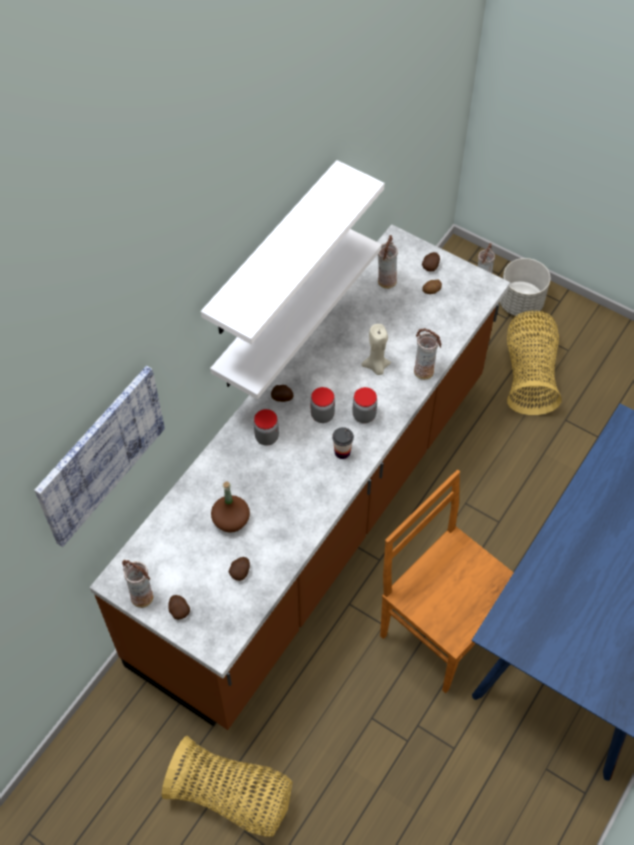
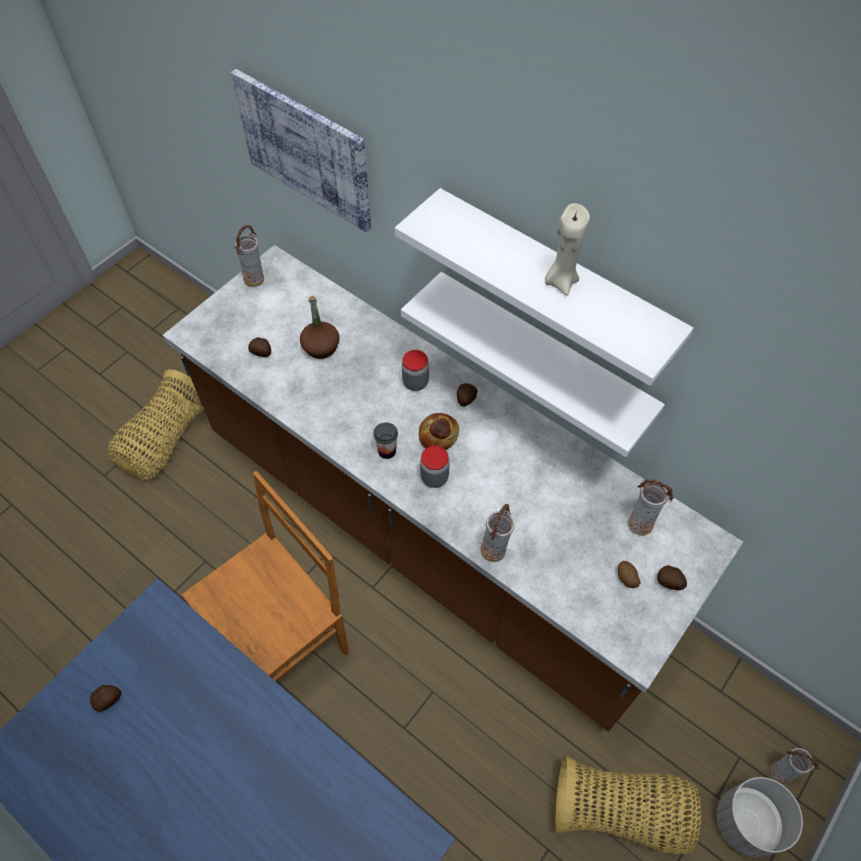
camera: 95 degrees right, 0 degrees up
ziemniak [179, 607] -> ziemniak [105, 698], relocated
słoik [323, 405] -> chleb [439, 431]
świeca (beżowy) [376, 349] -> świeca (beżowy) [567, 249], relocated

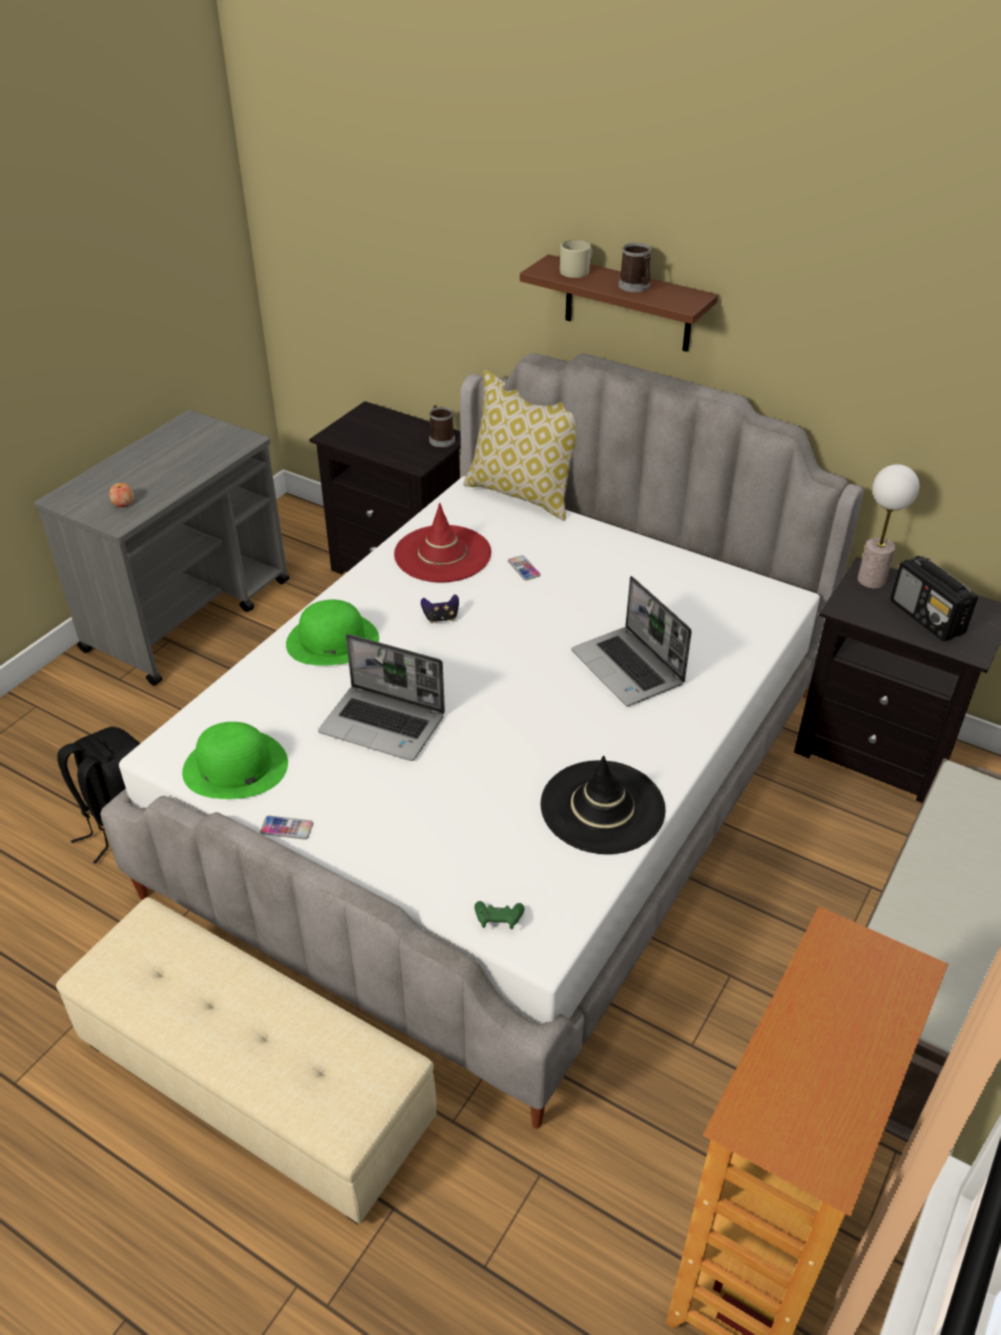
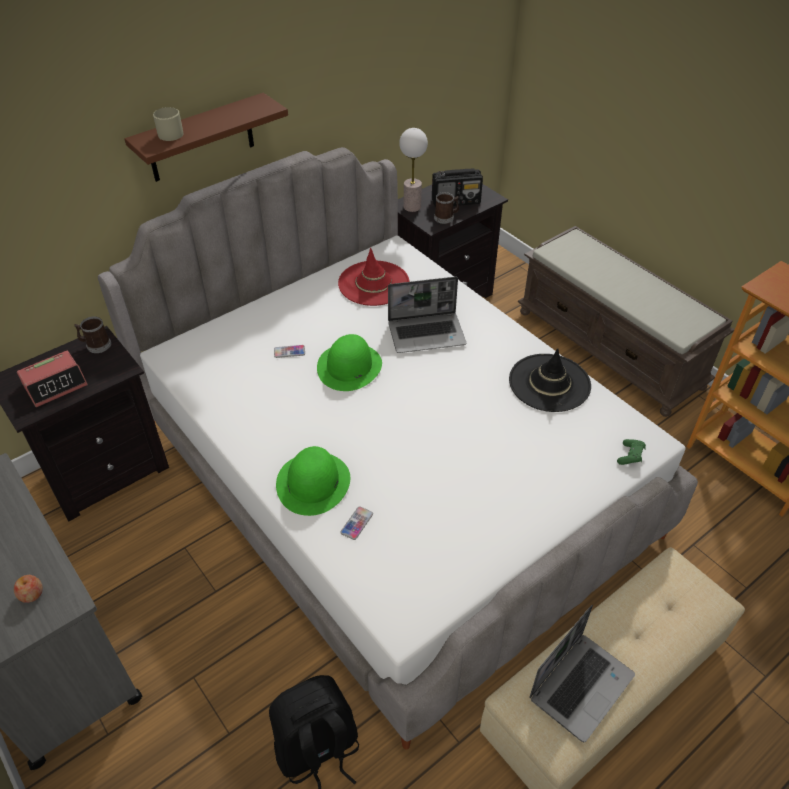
camera: 70 degrees left, 5 degrees up
none -> budzik [52, 379]
kapelusz (zielony) [235, 760] -> kapelusz (zielony) [349, 362], relocated
kapelusz (czerwony) [442, 543] -> kapelusz (czerwony) [374, 277], relocated
telefon [286, 827] -> telefon [356, 523], relocated
kubek [634, 267] -> kubek [446, 208], relocated
laptop [381, 697] -> laptop [582, 673], relocated
pad do gier [440, 608] -> none
poduszka [519, 445] -> none

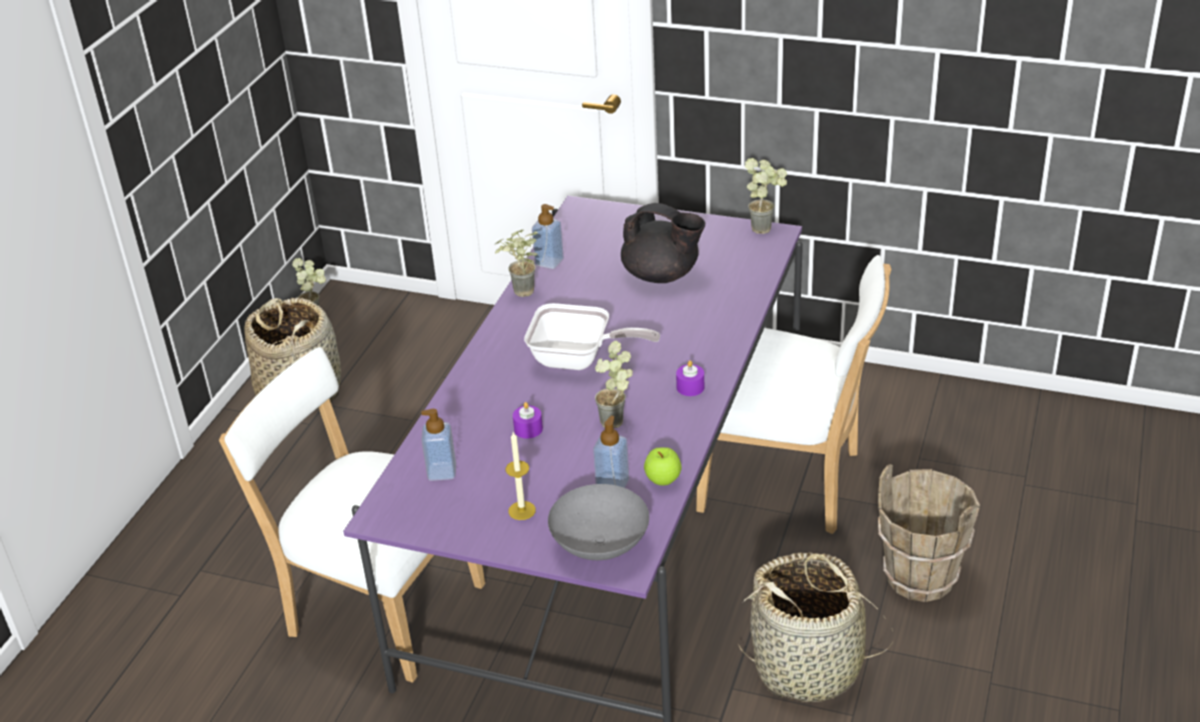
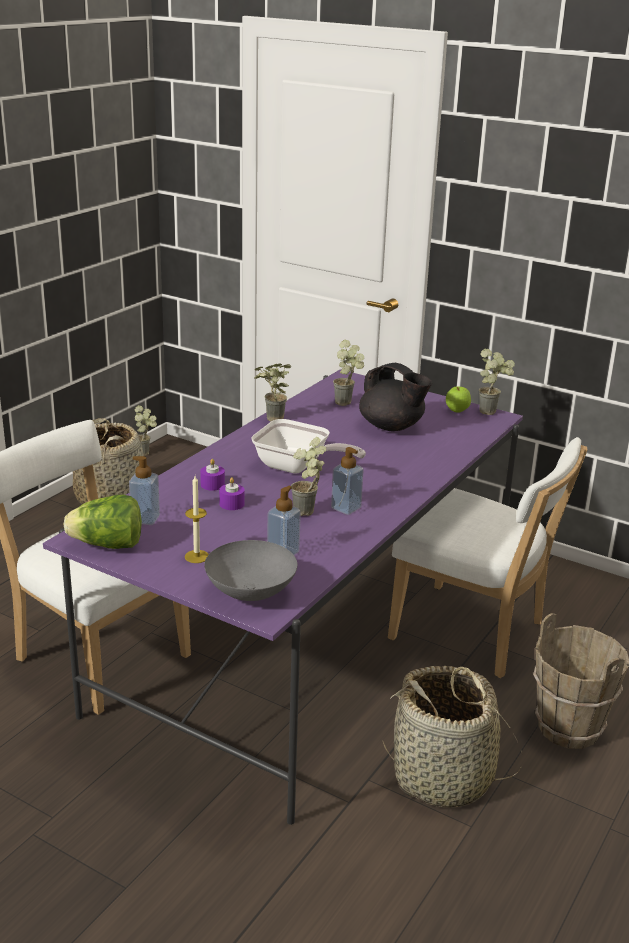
camera: 10 degrees right, 10 degrees down
none -> sałata [102, 522]
świeca (fioletowy) [690, 378] -> świeca (fioletowy) [212, 475], relocated
dozownik mydła [548, 236] -> dozownik mydła [347, 481], relocated
none -> roślina doniczkowa [348, 373]
jabłko [663, 466] -> jabłko [458, 399], relocated

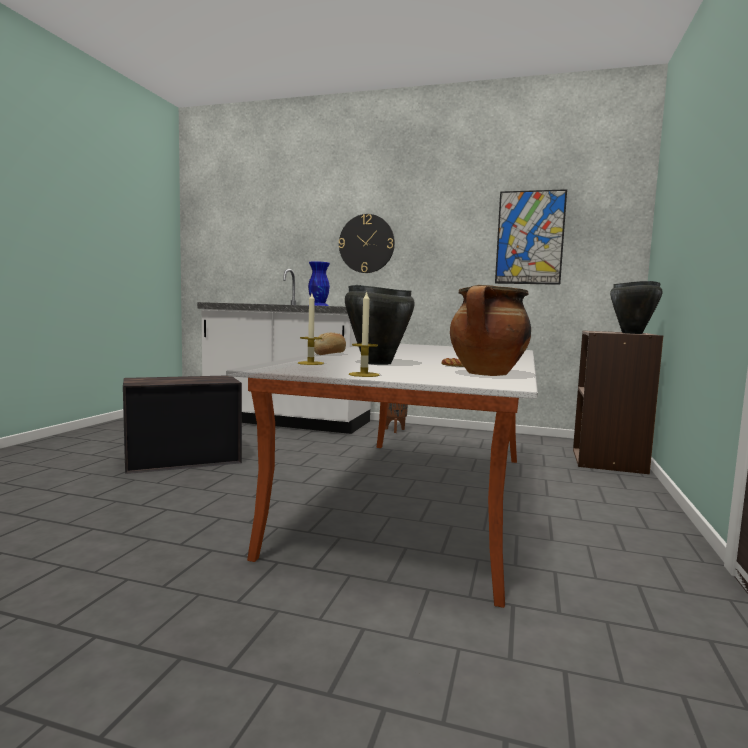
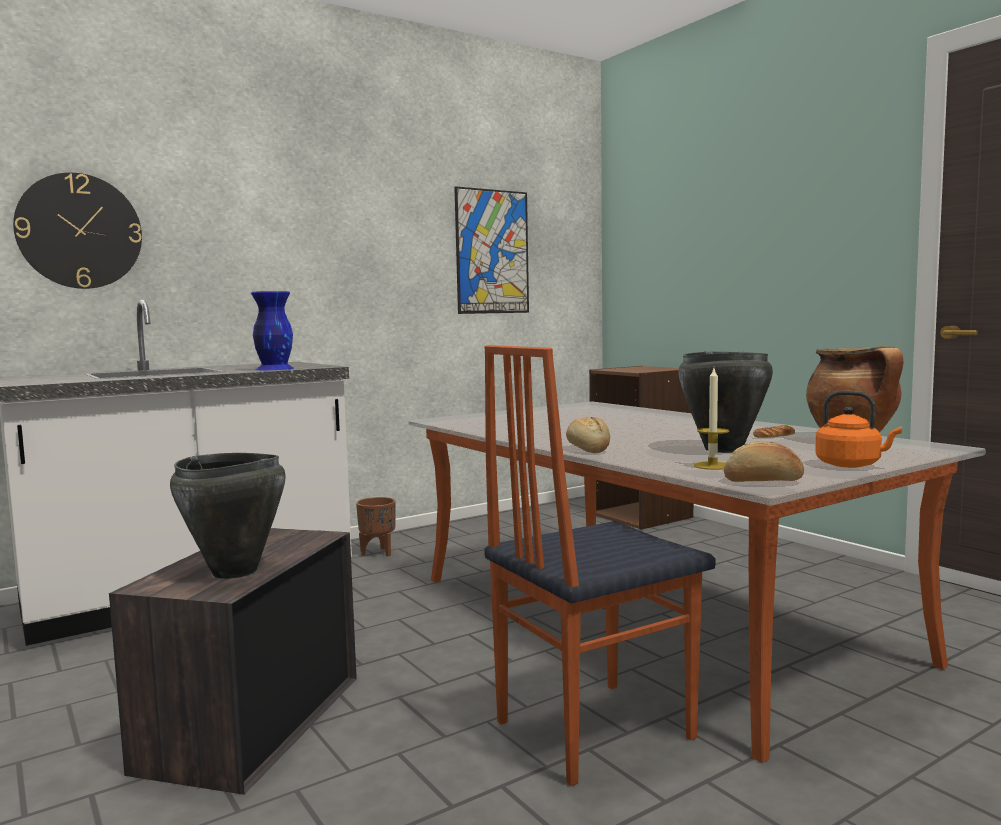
camera: 50 degrees left, 0 degrees up
zegar ścienny [367, 243] -> zegar ścienny [77, 230], relocated
garnek (czarny) [636, 307] -> garnek (czarny) [228, 516], relocated
none -> krzesło [599, 565]
none -> chleb [764, 461]
świeca [364, 334] -> czajnik (pomarańczowy) [858, 429]

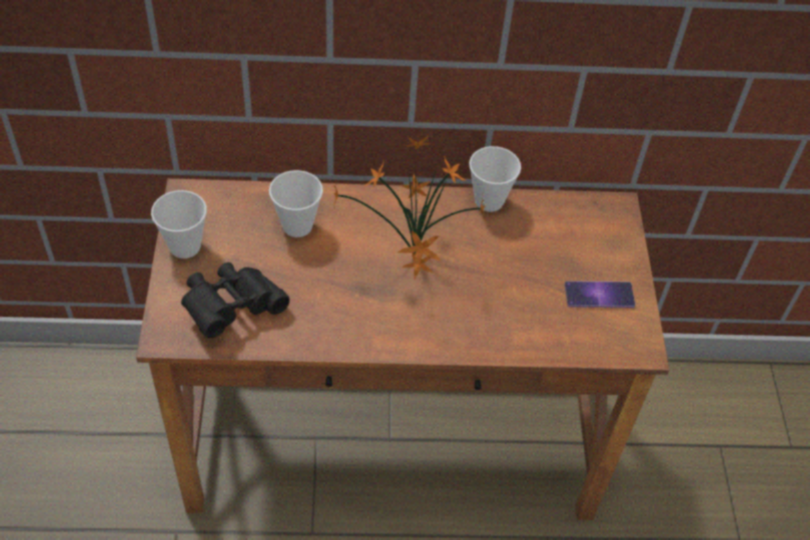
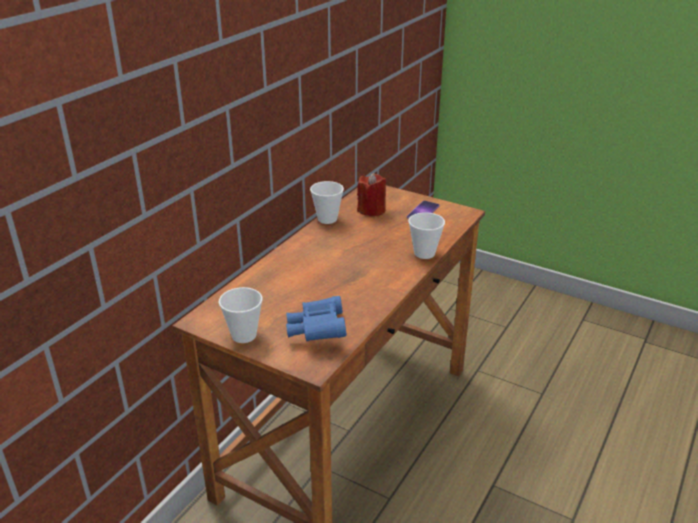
camera: 55 degrees left, 20 degrees down
lornetka (czarny) [235, 300] -> lornetka (niebieski) [316, 318]
none -> świeca (czerwony) [371, 194]
filiżanka [296, 203] -> filiżanka [426, 235], relocated
roślina doniczkowa [409, 208] -> none

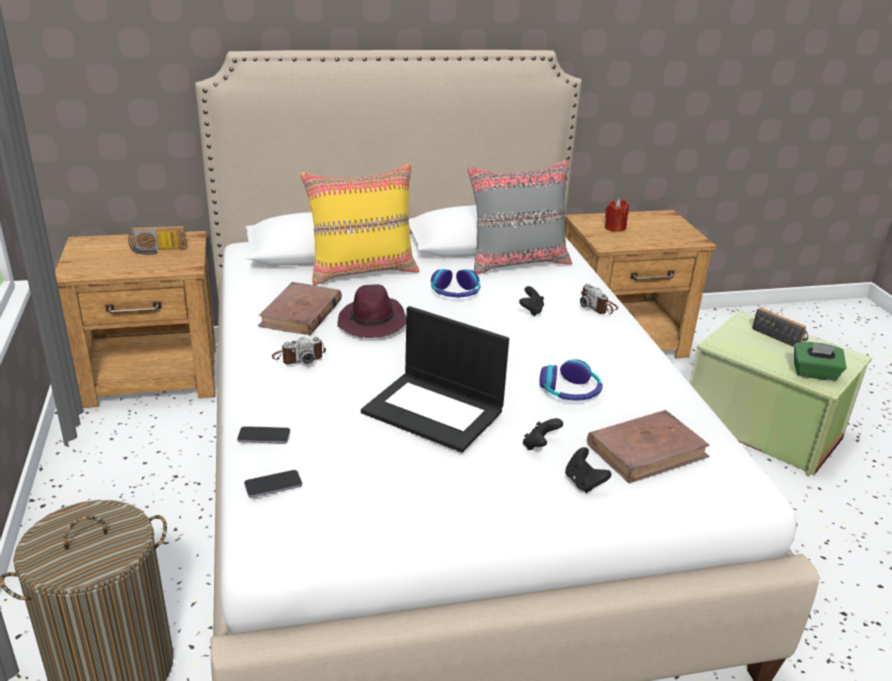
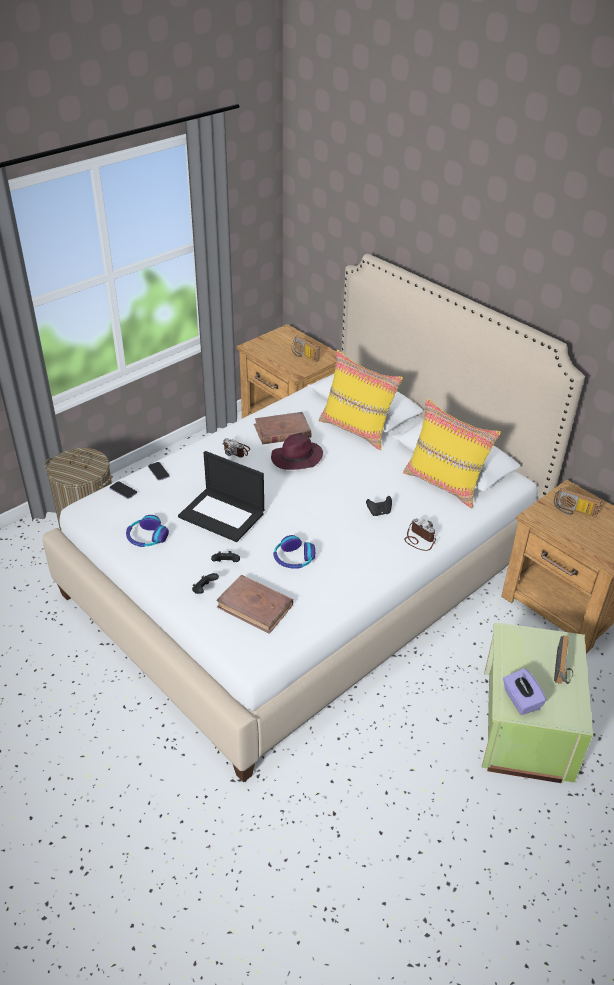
camera: 60 degrees right, 10 degrees up
słuchawki [456, 283] -> słuchawki [147, 531], relocated
laptop [435, 379] -> laptop [221, 496], 60 degrees counterclockwise
poduszka (szary) [519, 217] -> poduszka (żółty) [452, 453]
aparat fotograficzny [599, 299] -> aparat fotograficzny [420, 534], 105 degrees clockwise
pudełko chusteczek (zielony) [820, 361] -> pudełko chusteczek (fioletowy) [524, 691]
świeca (czerwony) [617, 215] -> radio [578, 502]

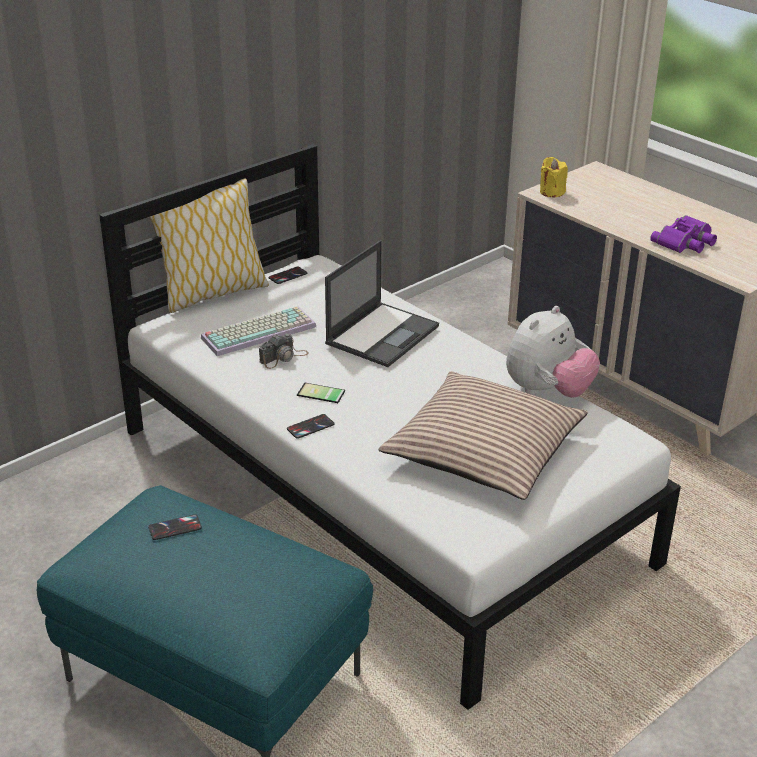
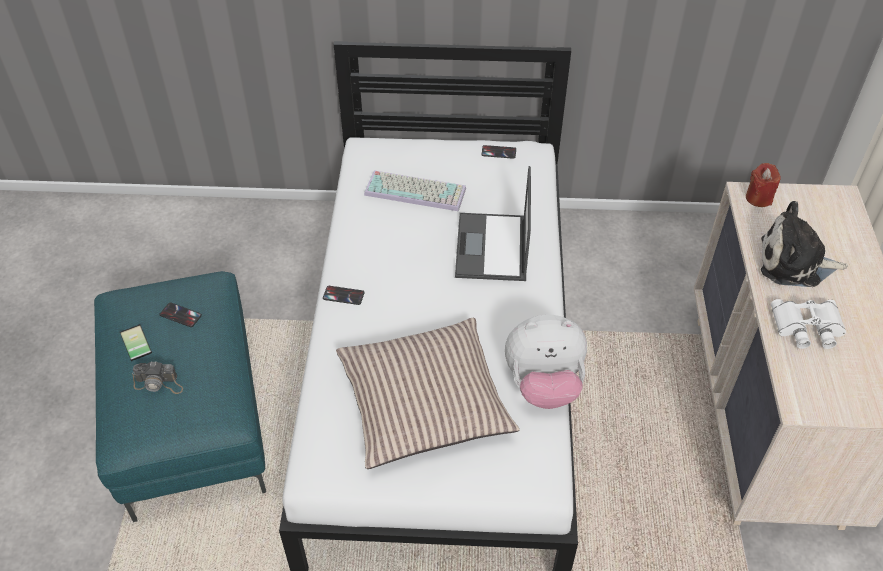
camera: 45 degrees right, 15 degrees up
telefon [321, 392] -> telefon [136, 342], relocated
aparat fotograficzny [284, 351] -> aparat fotograficzny [157, 377], relocated
laptop [382, 303] -> laptop [493, 223], 105 degrees clockwise
świeca (żółty) [554, 177] -> świeca (czerwony) [763, 185]
none -> pluszak [804, 244]
lornetka (fioletowy) [683, 234] -> lornetka (biały) [808, 324]
poduszka [209, 245] -> none

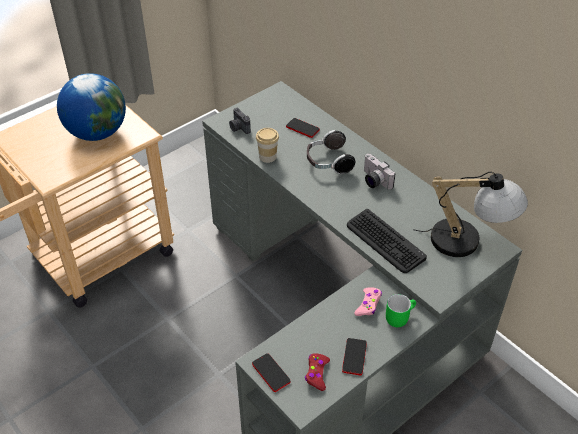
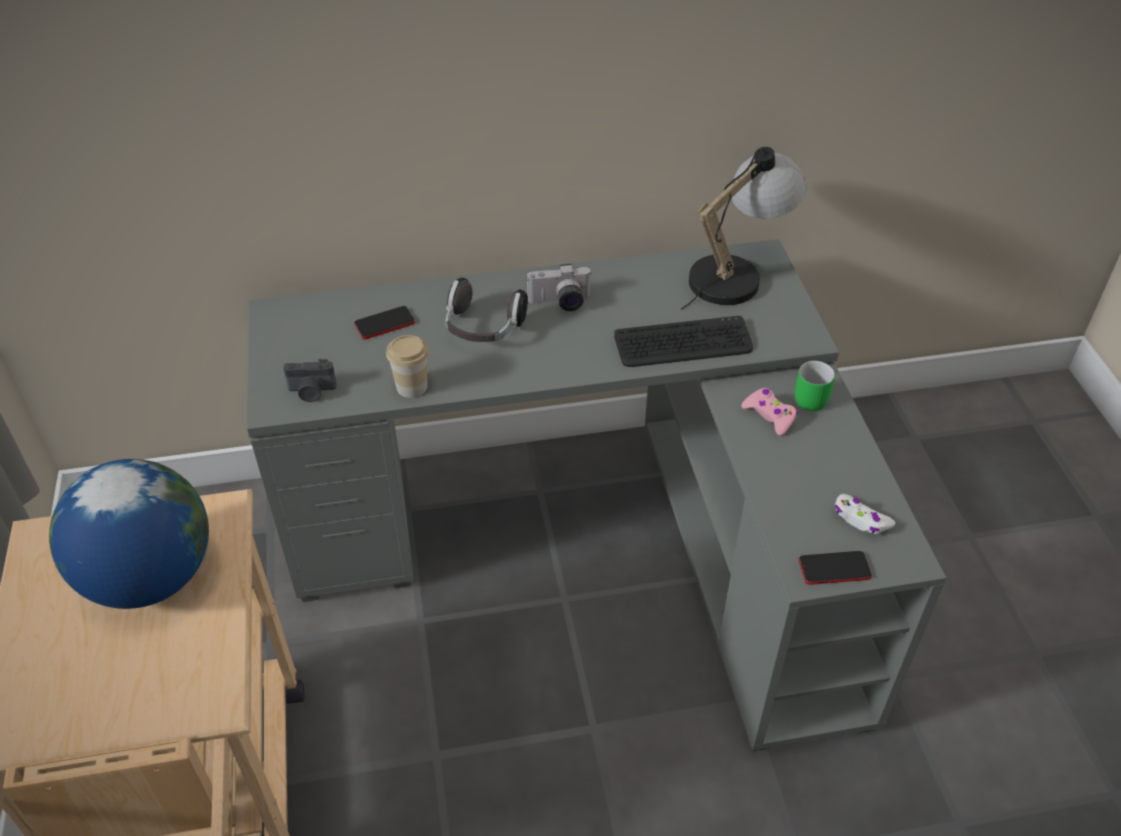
camera: 60 degrees left, 0 degrees up
pad do gier (czerwony) [317, 372] -> pad do gier (biały) [865, 514]
telefon [354, 356] -> none

